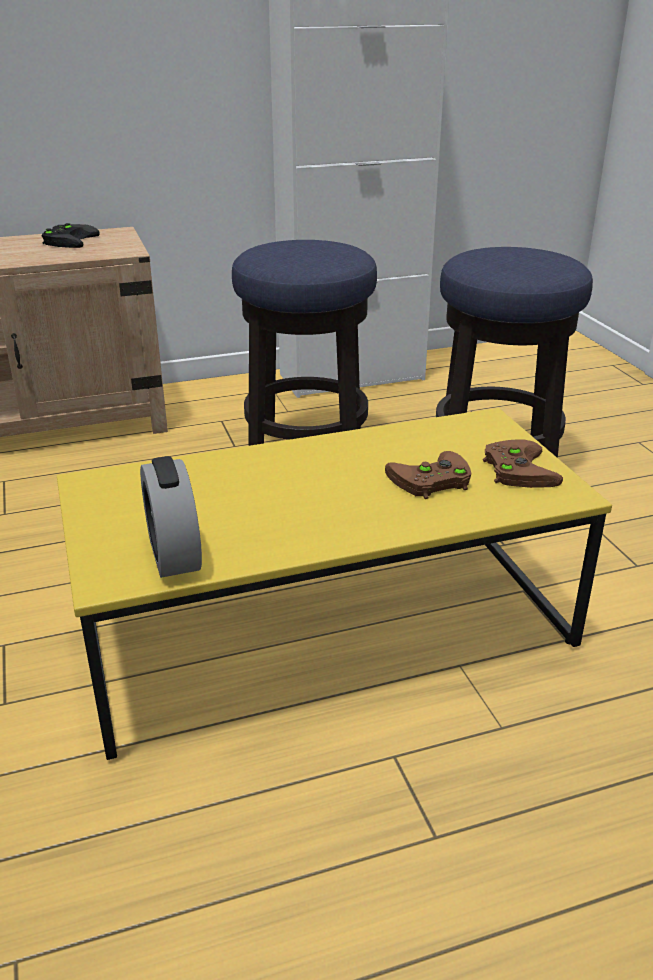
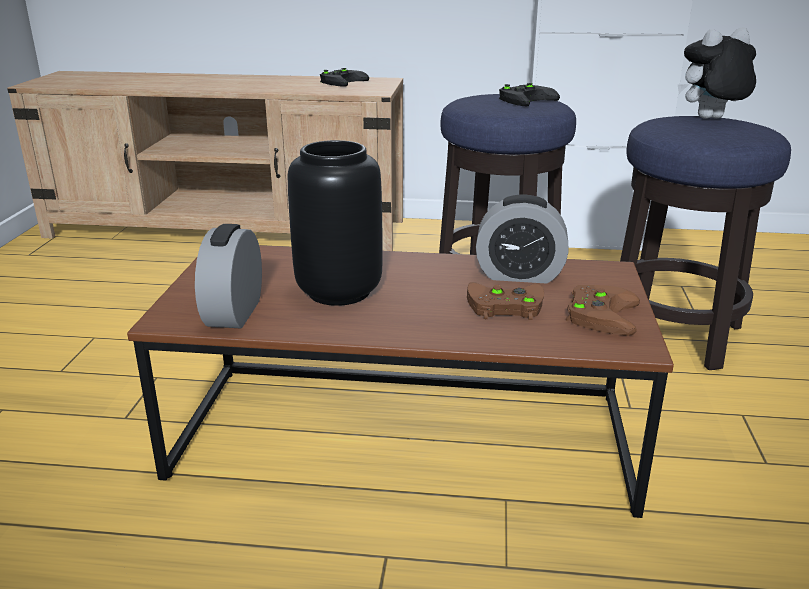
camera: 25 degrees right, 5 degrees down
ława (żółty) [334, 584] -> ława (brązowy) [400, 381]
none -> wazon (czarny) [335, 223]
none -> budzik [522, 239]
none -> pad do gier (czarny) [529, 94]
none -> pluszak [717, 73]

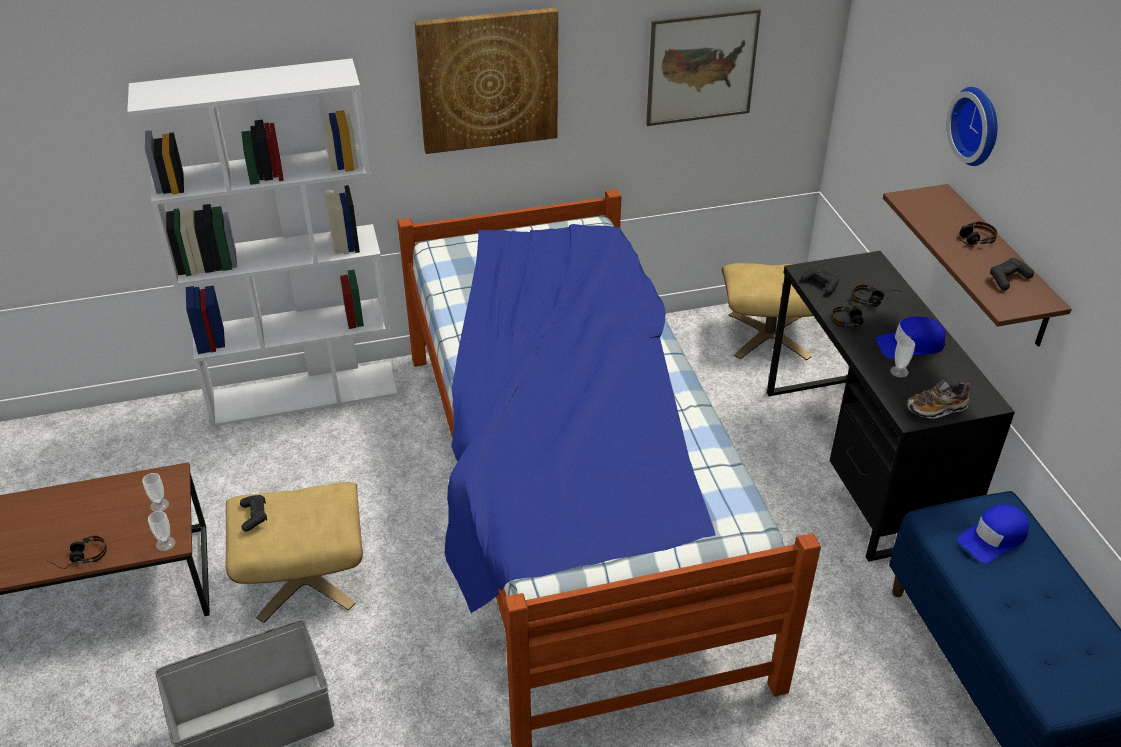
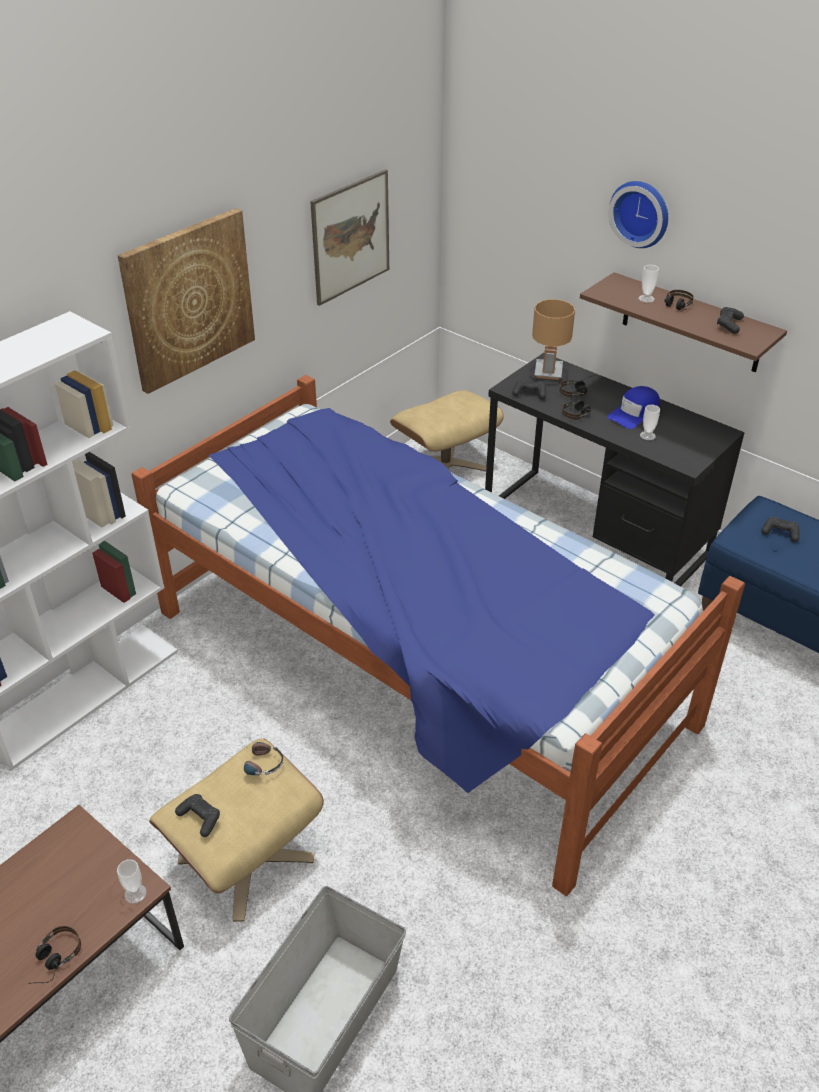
camera: 35 degrees left, 0 degrees up
none -> słuchawki [260, 758]
none -> lampa stołowa (brązowy) [553, 339]
filiżanka [155, 492] -> filiżanka [649, 284], relocated
czapka z daszkiem (niebieski) [993, 533] -> pad do gier (czarny) [780, 529]
but [939, 399] -> none

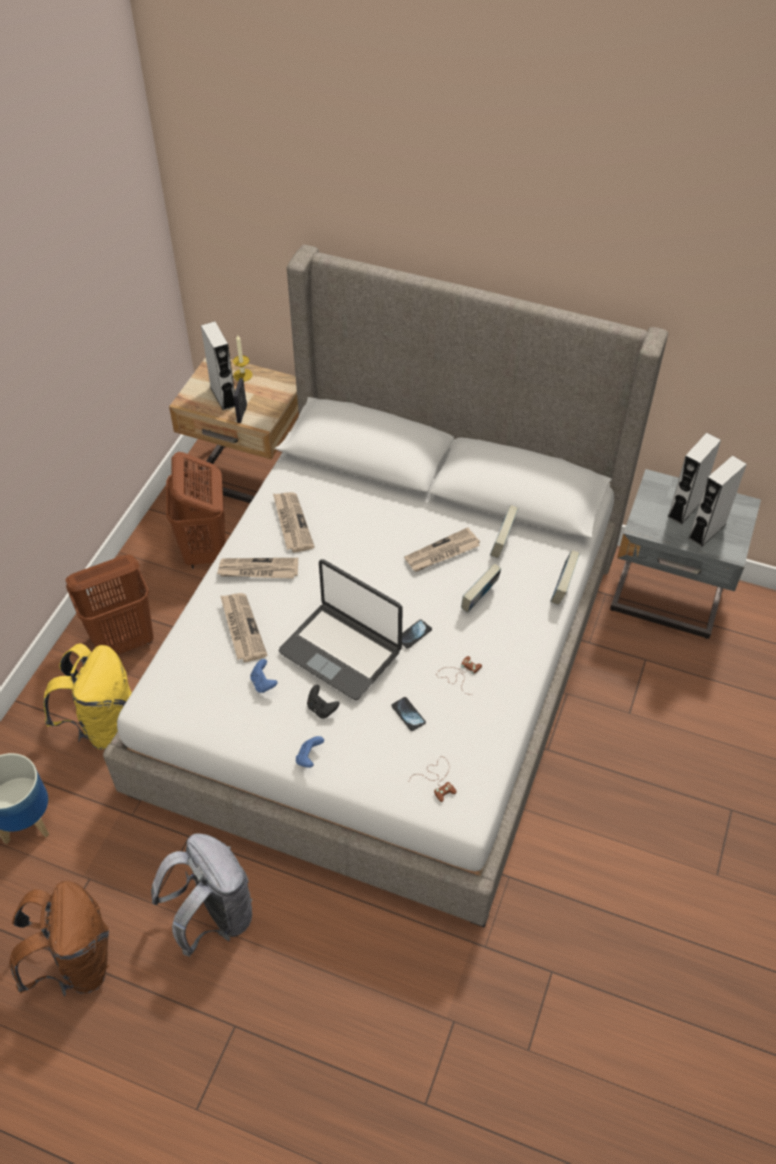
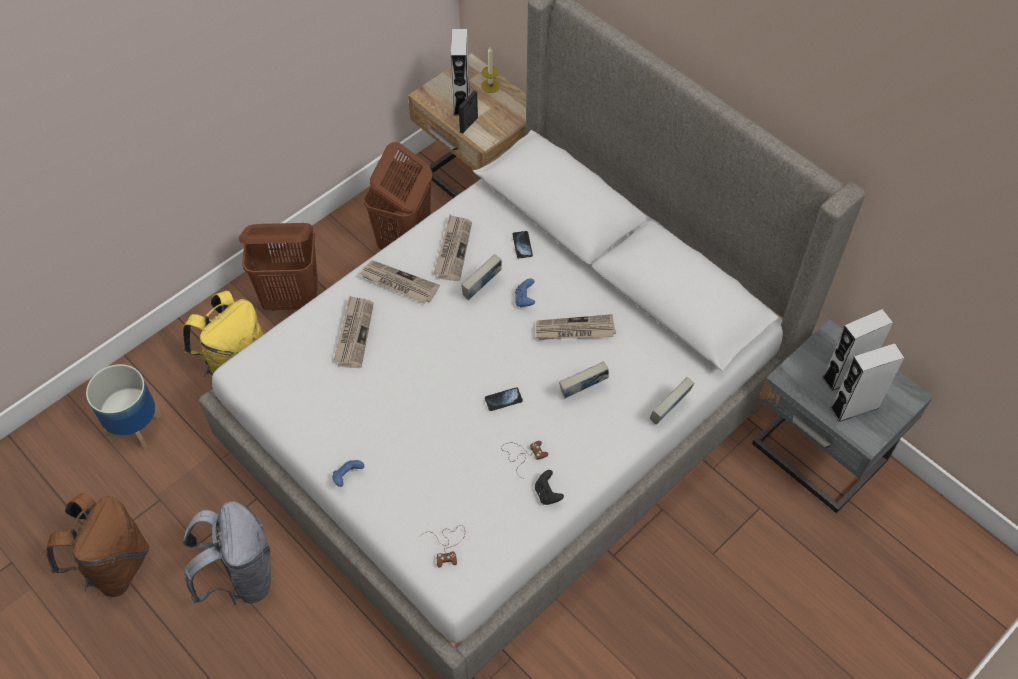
camera: 25 degrees right, 5 degrees up
książka [504, 531] -> książka [481, 277], relocated
telefon [408, 714] -> telefon [522, 244], relocated
pad do gier (niebieski) [264, 676] -> pad do gier (niebieski) [525, 292], relocated
pad do gier (czarny) [323, 701] -> pad do gier (czarny) [549, 487], relocated
laptop [340, 629] -> none

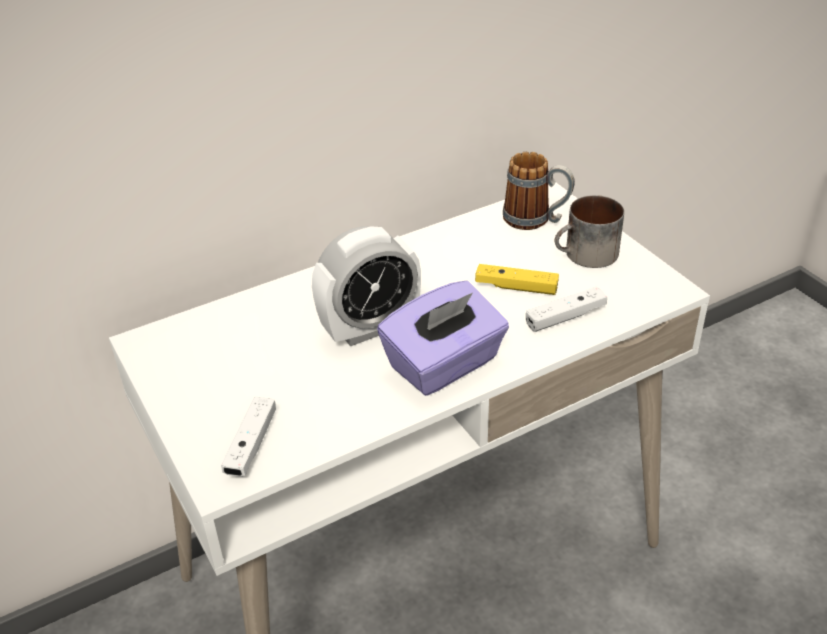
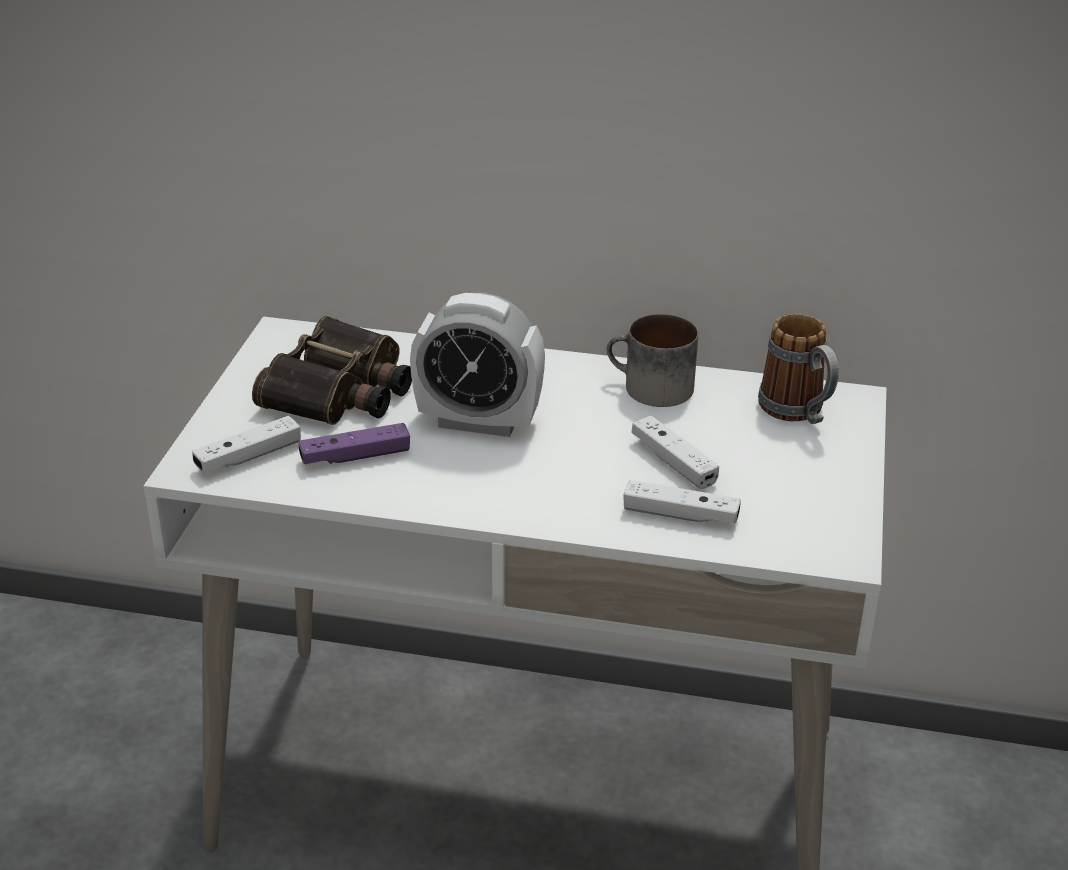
camera: 40 degrees right, 5 degrees down
none -> lornetka [332, 370]
none -> pad do gier (fioletowy) [354, 443]
kubek [589, 231] -> kubek [652, 360], relocated
pad do gier (żółty) [517, 279] -> pad do gier (biały) [675, 452]
pudełko chusteczek (fioletowy) [443, 338] -> none

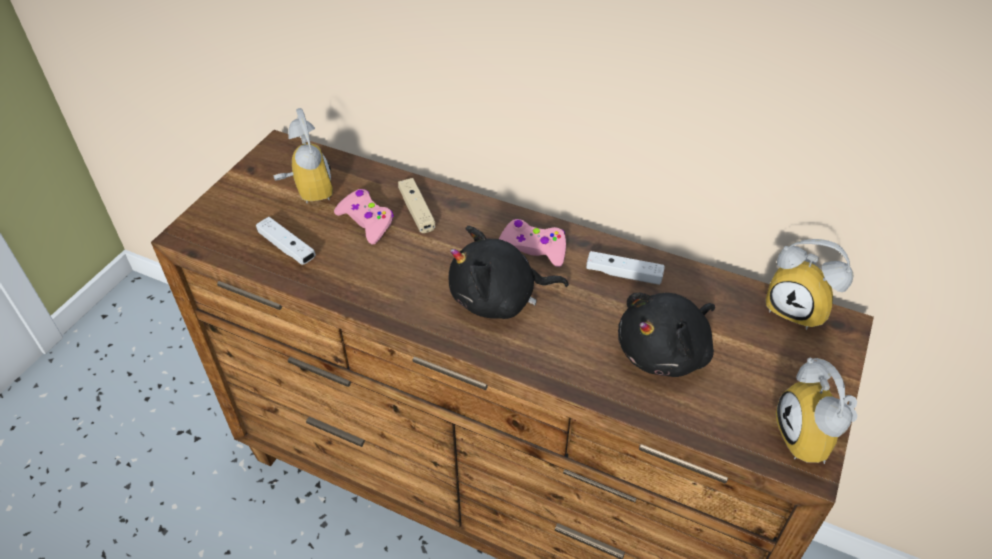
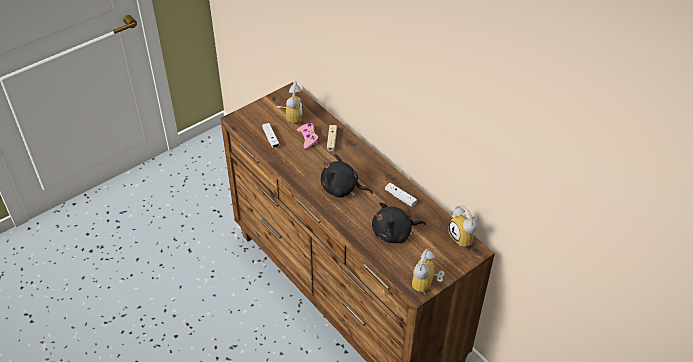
camera: 25 degrees right, 0 degrees up
pad do gier (różowy) [532, 243] -> none

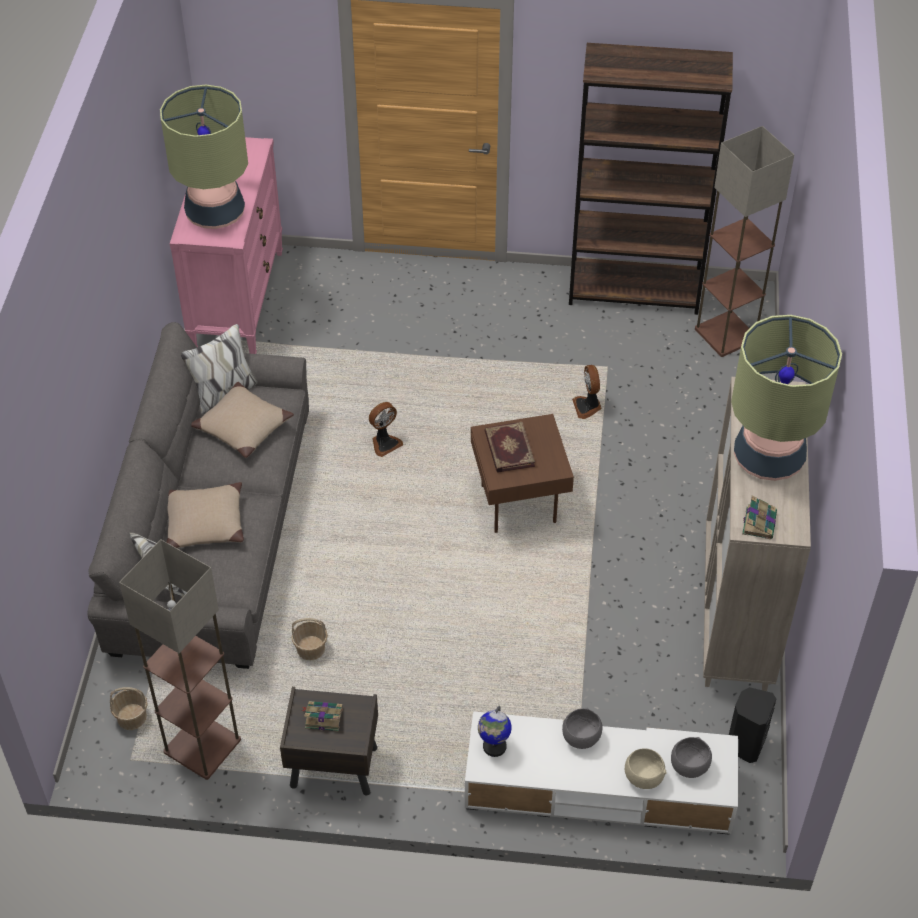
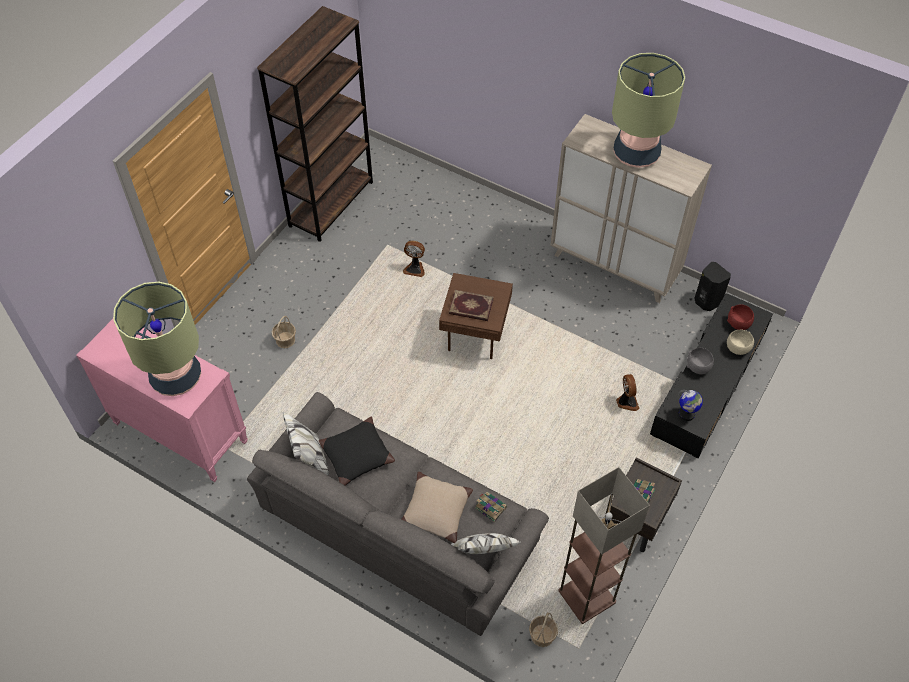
camera: 65 degrees left, 5 degrees up
koszyk [309, 639] -> koszyk [284, 332], relocated
poduszka (beżowy) [242, 420] -> poduszka (czarny) [357, 451]
książka [759, 517] -> książka [491, 507], relocated
wentylator [386, 429] -> wentylator [628, 392], relocated
szafka pod telewizor (biały) [601, 773] -> szafka pod telewizor (czarny) [711, 376]
miska (szary) [691, 757] -> miska (czerwony) [740, 317]
lampa stojąca [744, 241] -> none

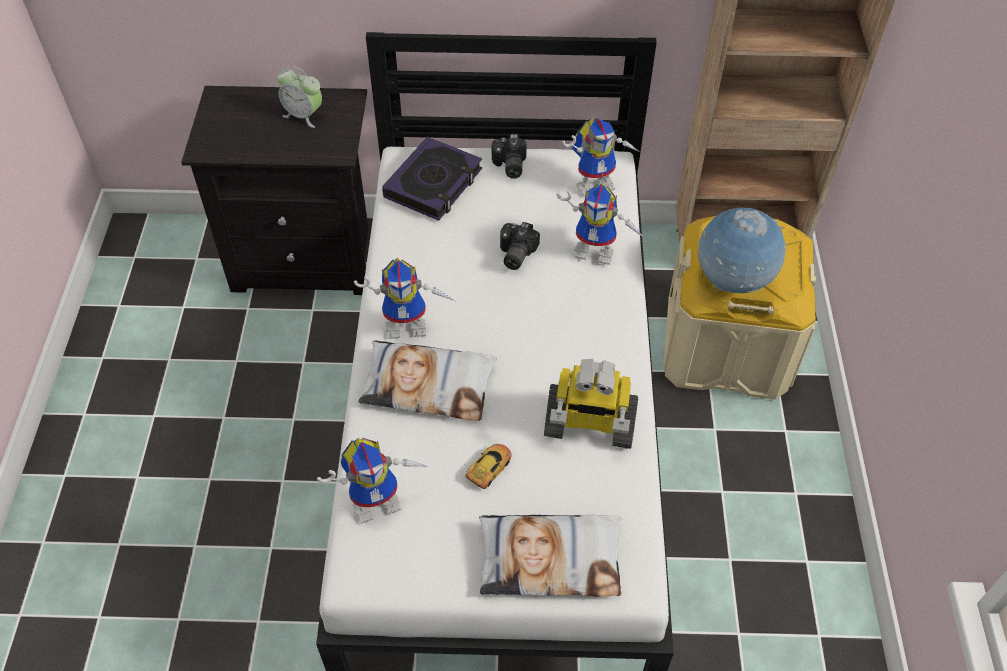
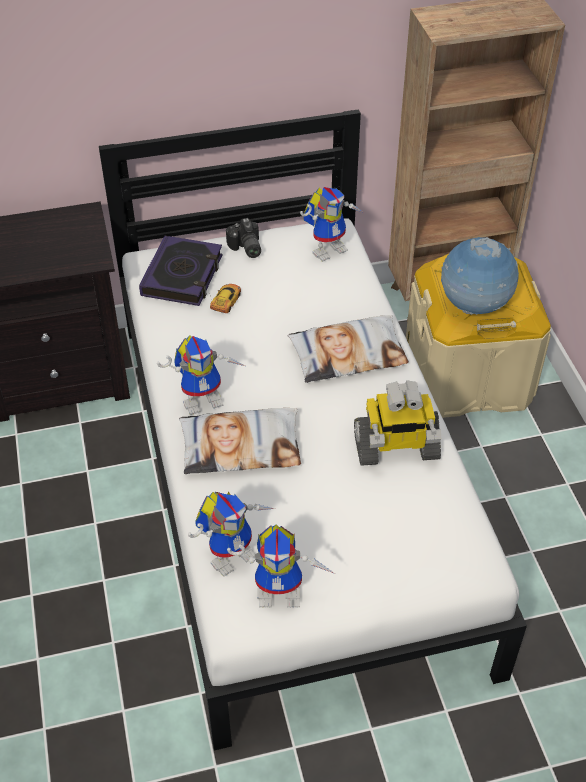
camera: 15 degrees left, 5 degrees down
samochodzik [488, 466] -> samochodzik [225, 298], relocated
robot zabawkowy [601, 224] -> robot zabawkowy [281, 566], relocated
poduszka [550, 555] -> poduszka [348, 349], relocated
budzik [299, 97] -> none
aparat fotograficzny [520, 246] -> none

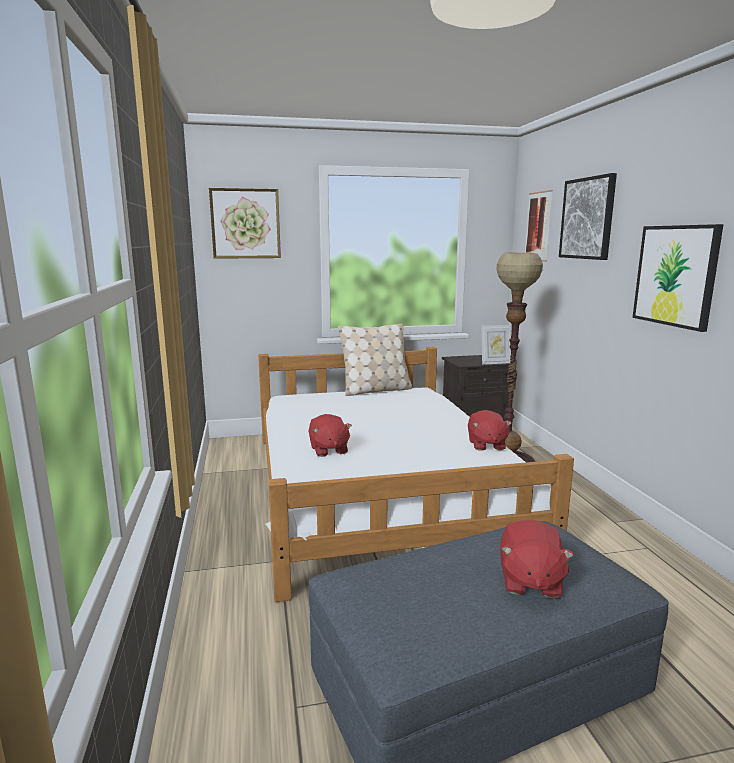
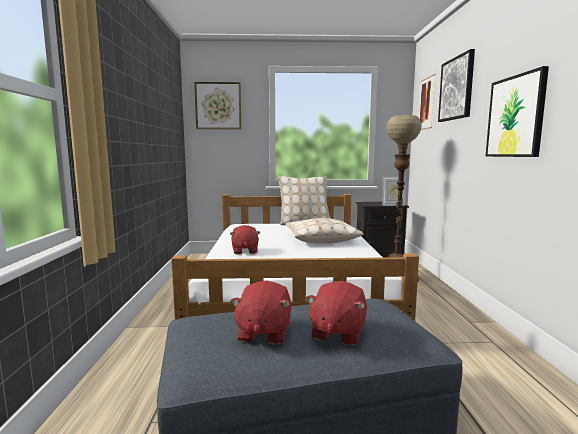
camera: 10 degrees right, 5 degrees down
pluszak (czerwony) [489, 430] -> pluszak (czerwony) [260, 312], relocated
none -> poduszka (beżowy) [324, 231]

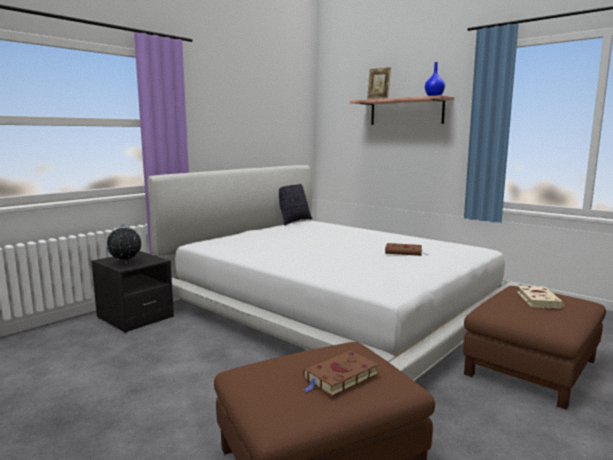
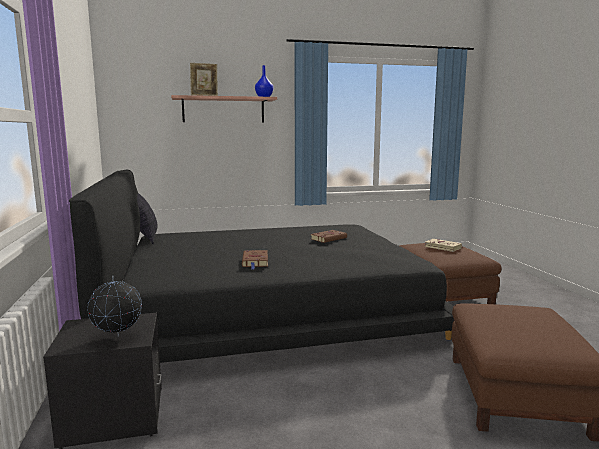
camera: 55 degrees left, 0 degrees up
łóżko (biały) [334, 273] -> łóżko (czarny) [261, 266]
książka (brązowy) [341, 373] -> książka (brązowy) [255, 260], relocated

